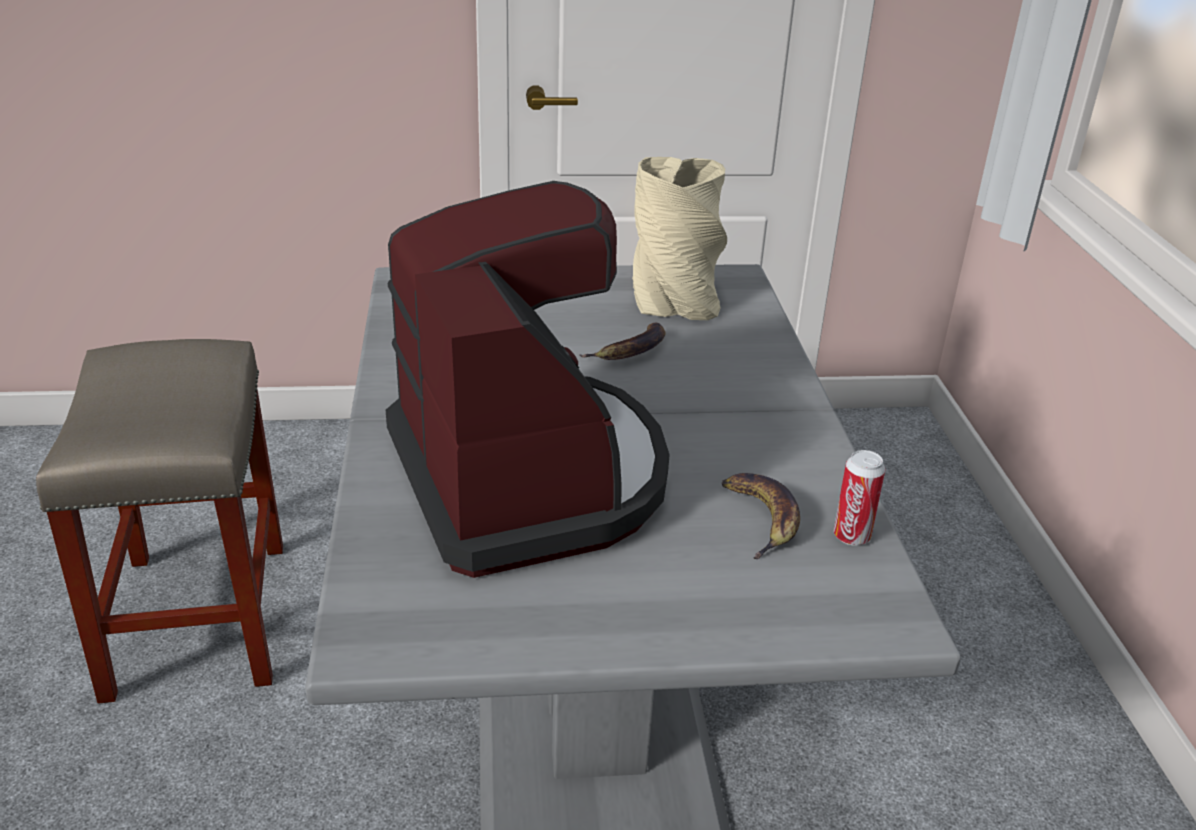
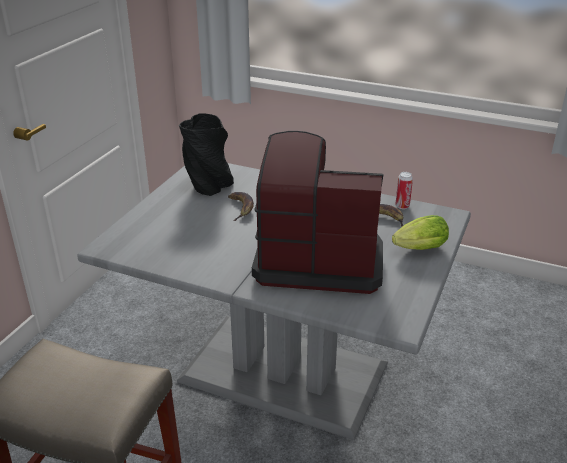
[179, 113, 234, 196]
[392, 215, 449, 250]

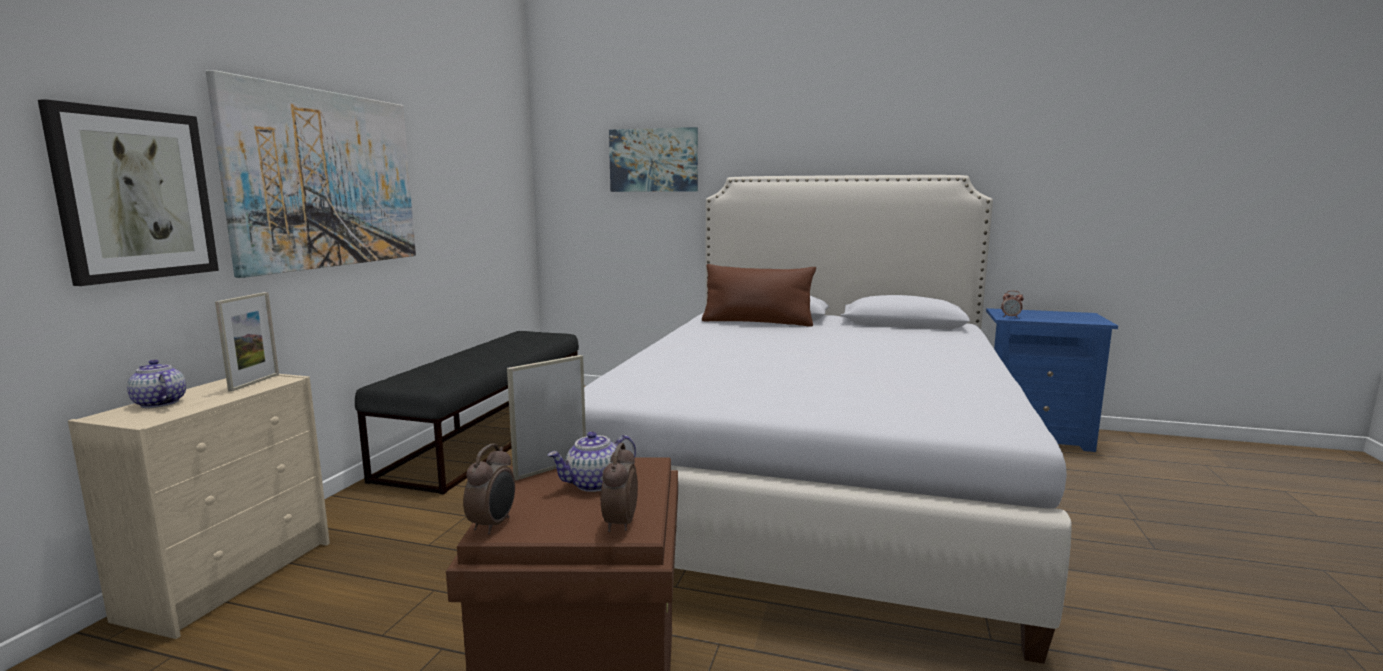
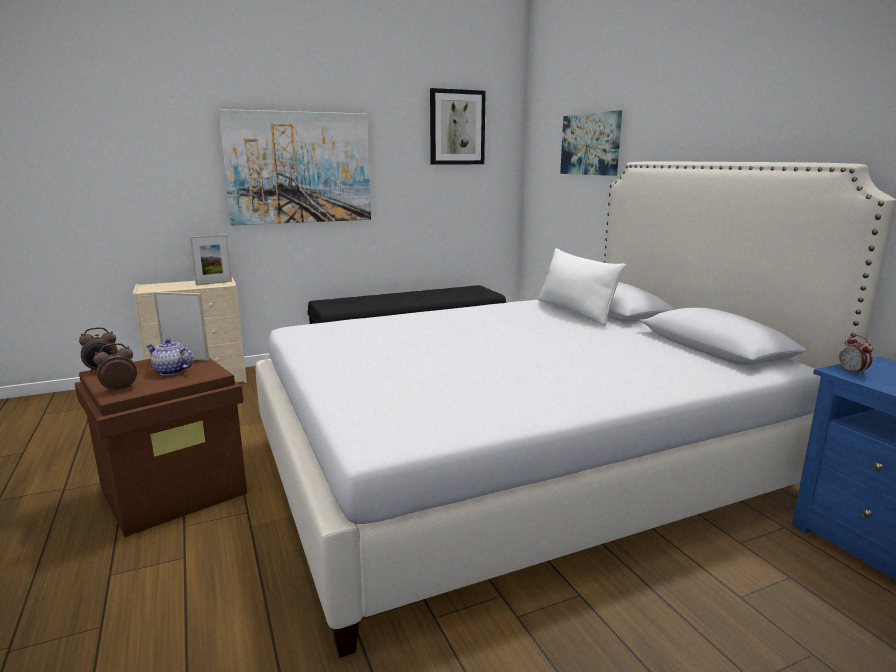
[430, 88, 486, 165]
[538, 248, 626, 326]
[127, 359, 186, 408] (first image)

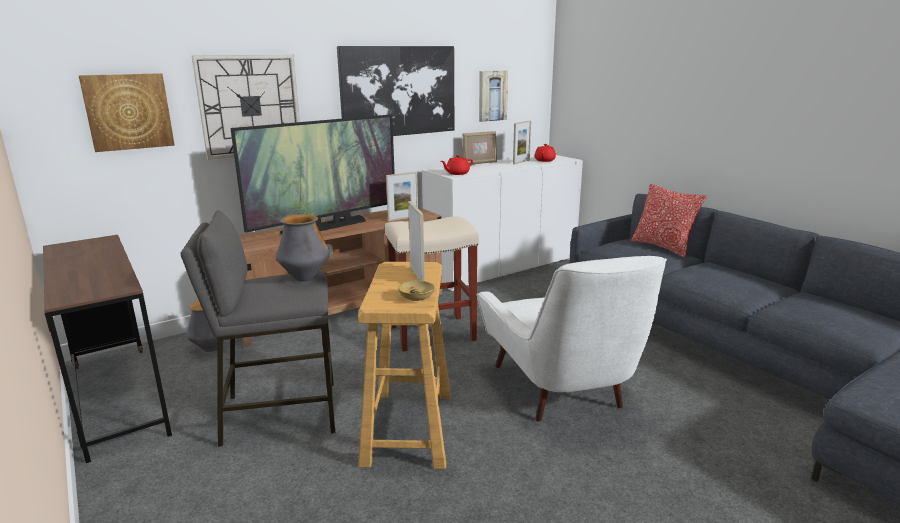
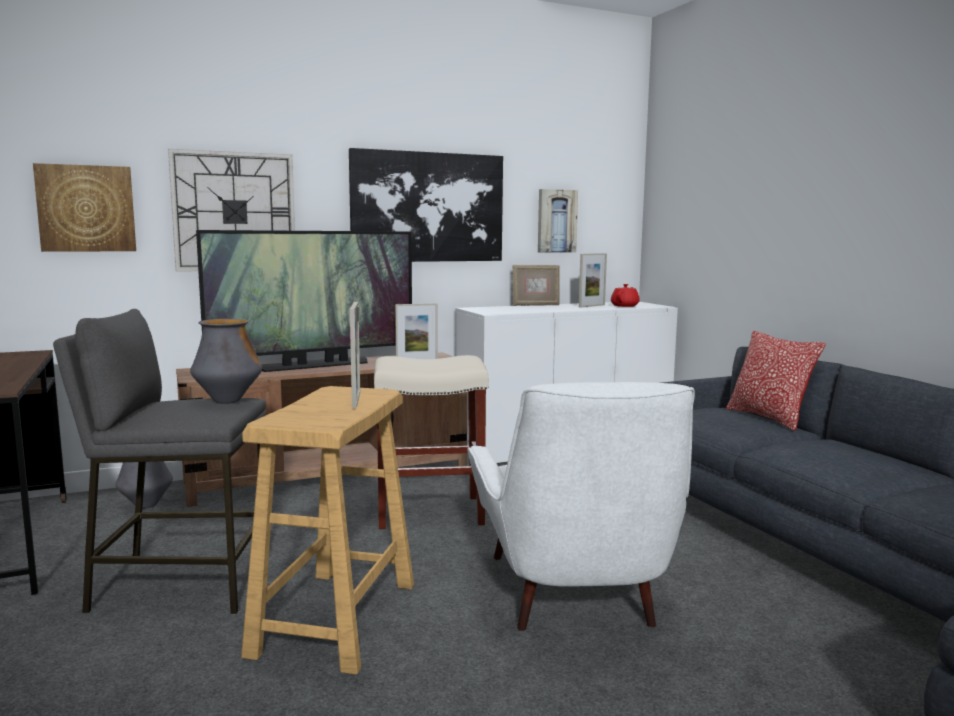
[441, 155, 473, 175] (first image)
[398, 280, 435, 301] (first image)

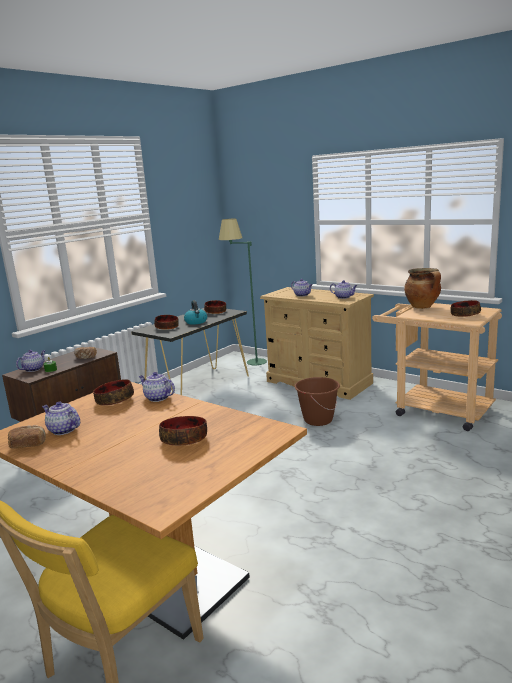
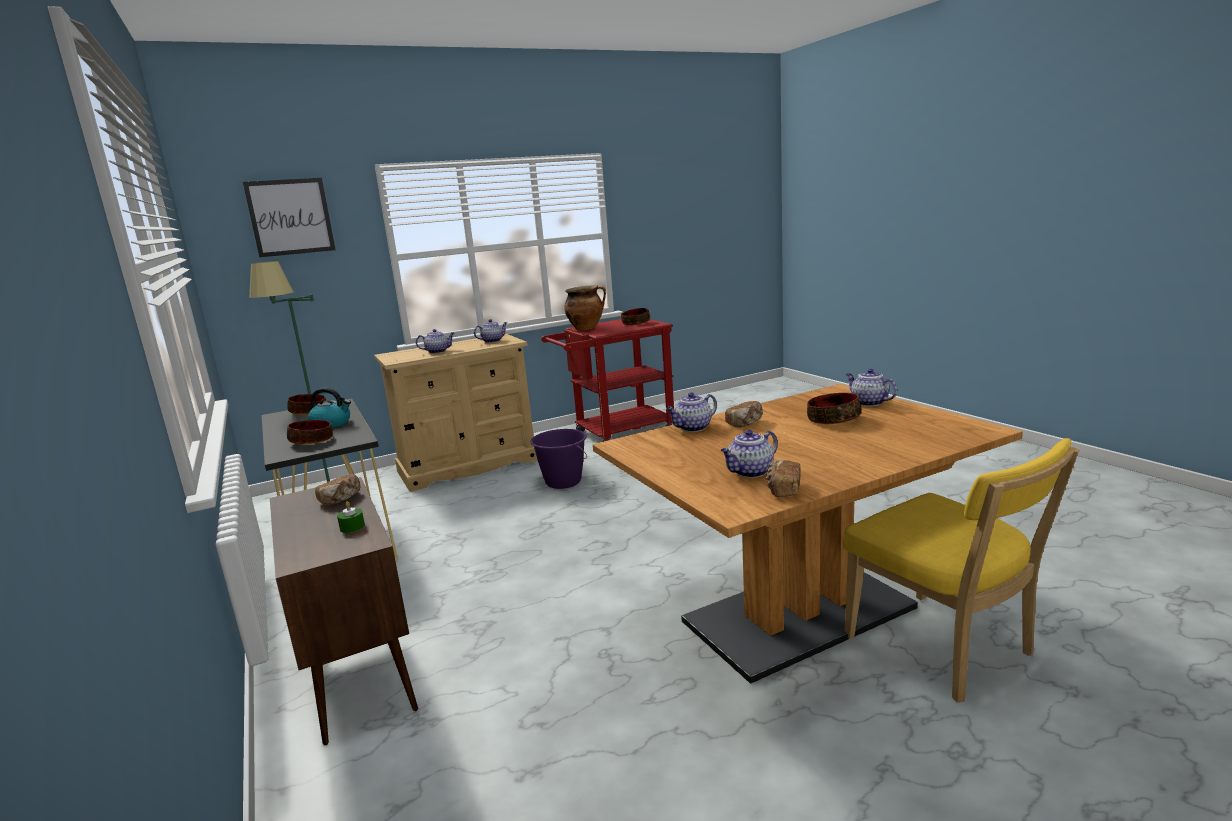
[541, 319, 674, 442]
[846, 369, 897, 406]
[530, 429, 587, 489]
[93, 379, 134, 406] (first image)
[243, 178, 335, 257]
[725, 401, 763, 427]

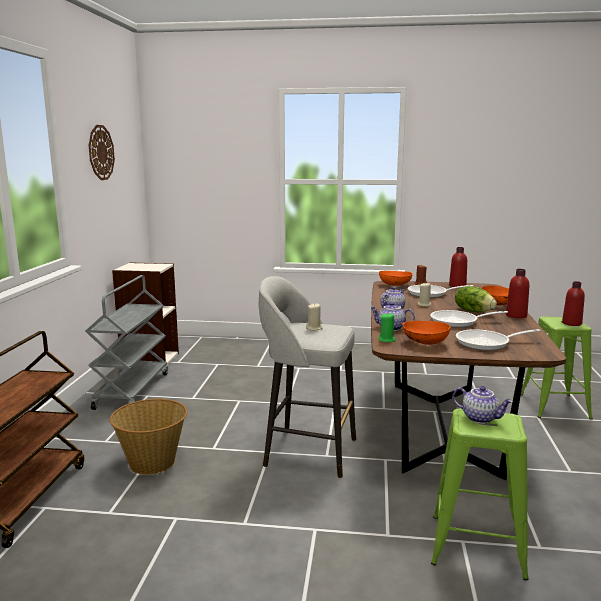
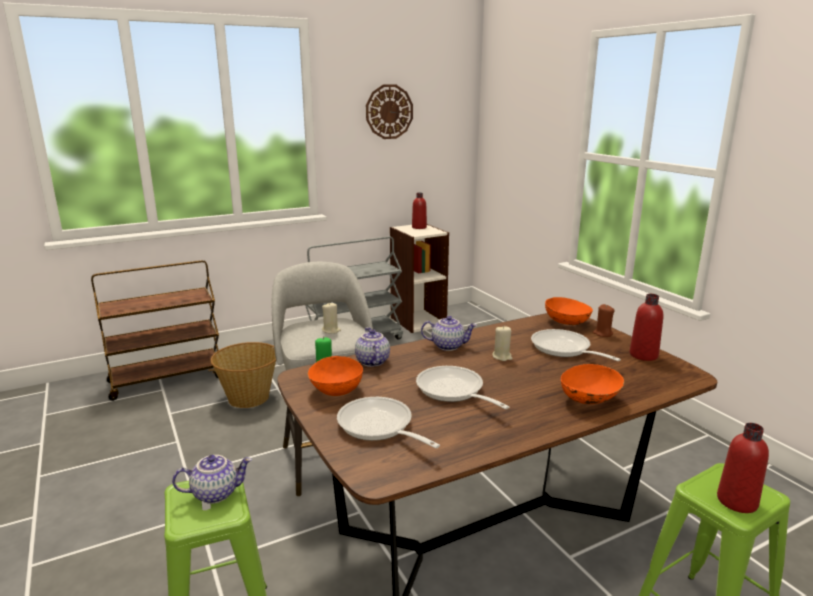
[412, 193, 427, 229]
[455, 286, 497, 312] (first image)
[172, 455, 252, 504]

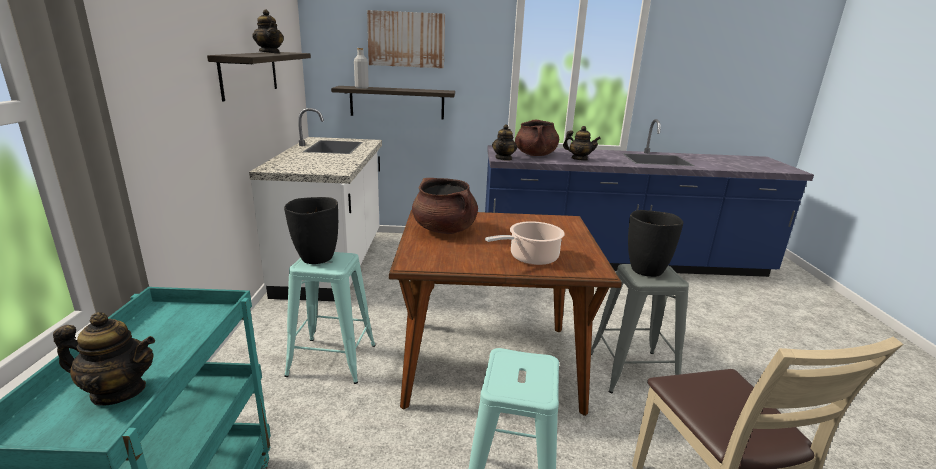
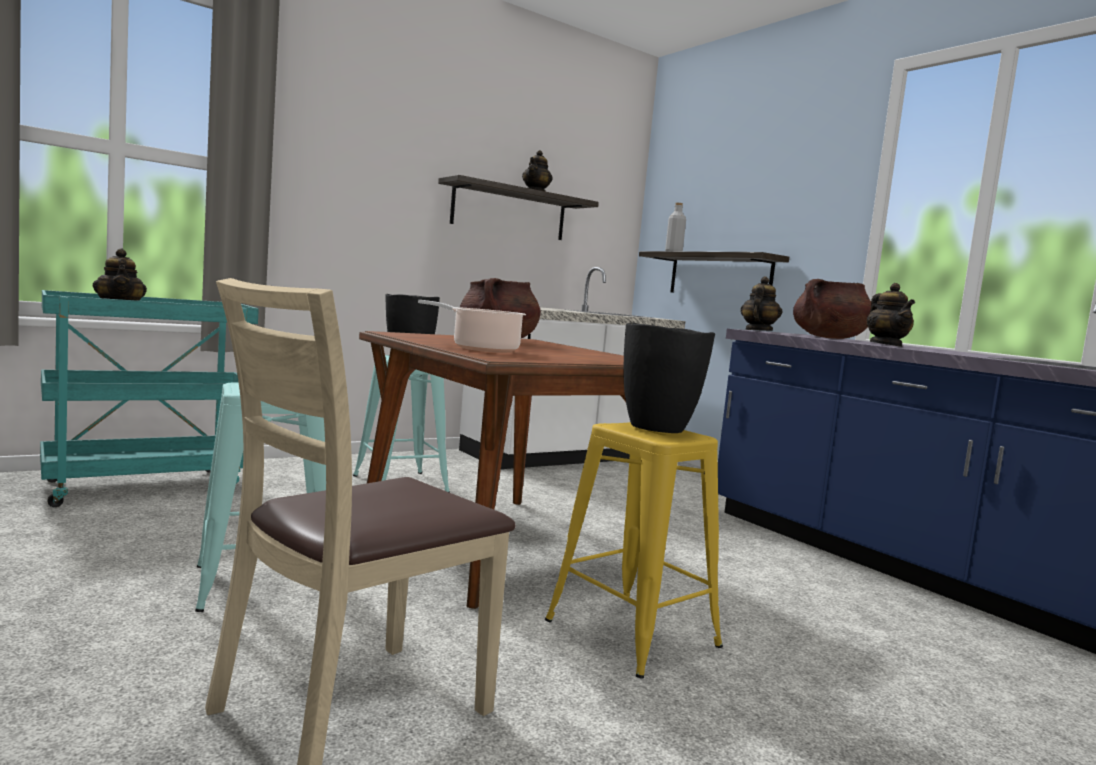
[367, 10, 445, 68] (first image)
[741, 276, 782, 331]
[545, 422, 723, 679]

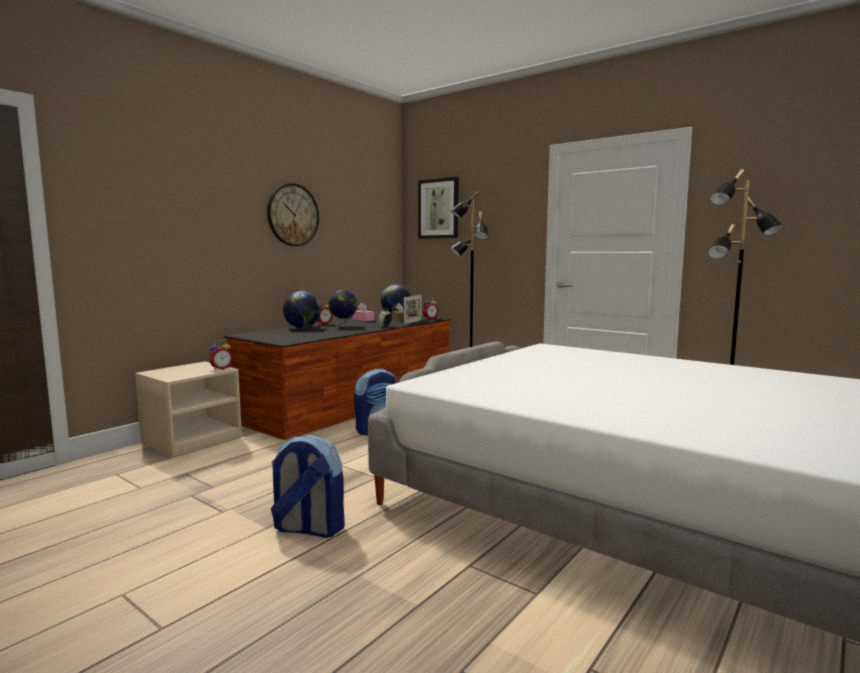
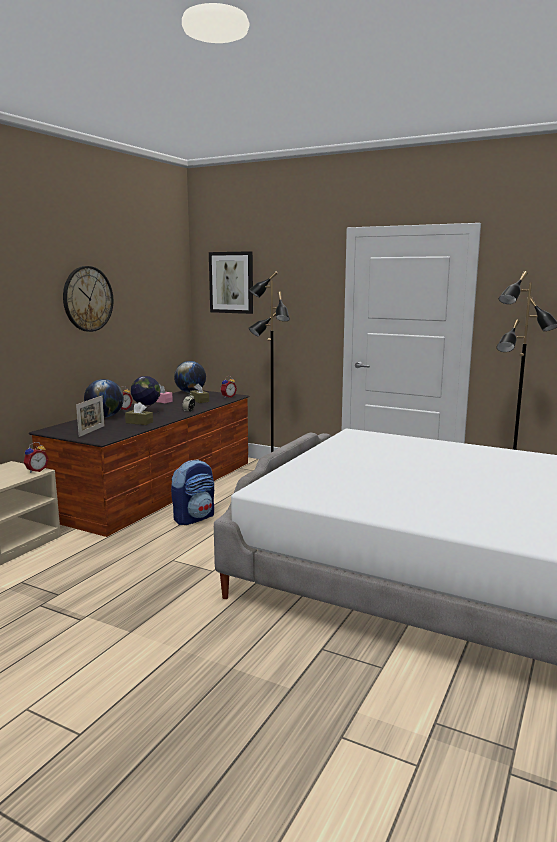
[76, 396, 105, 437]
[271, 435, 345, 538] (first image)
[125, 402, 153, 425]

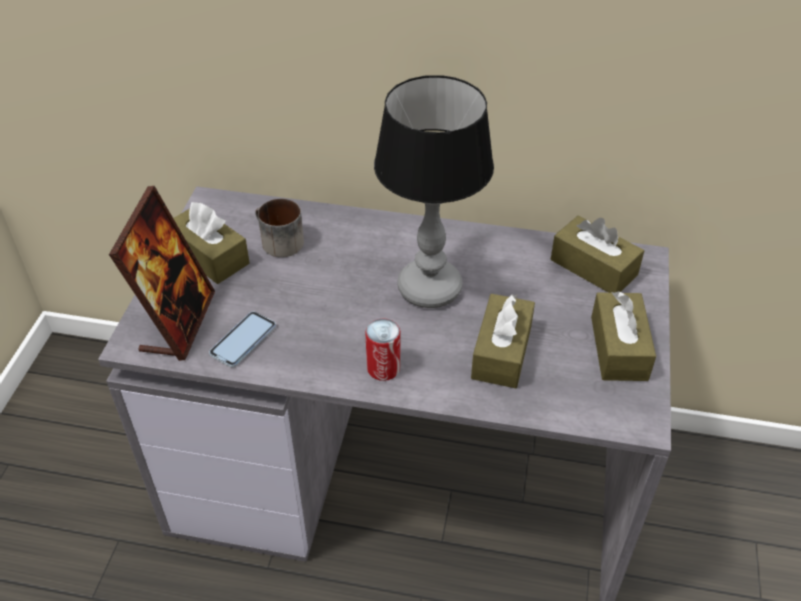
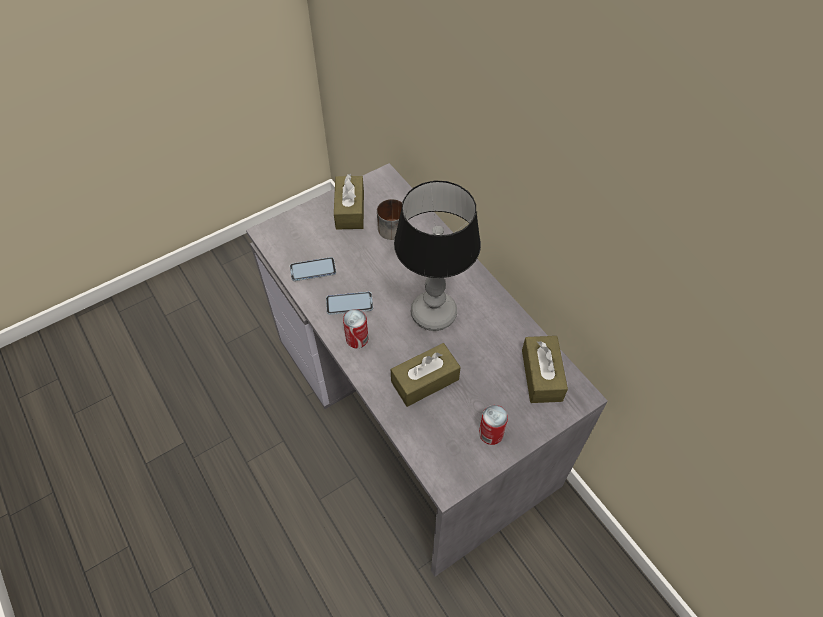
[109, 186, 215, 361] (first image)
[479, 405, 508, 445]
[326, 292, 373, 315]

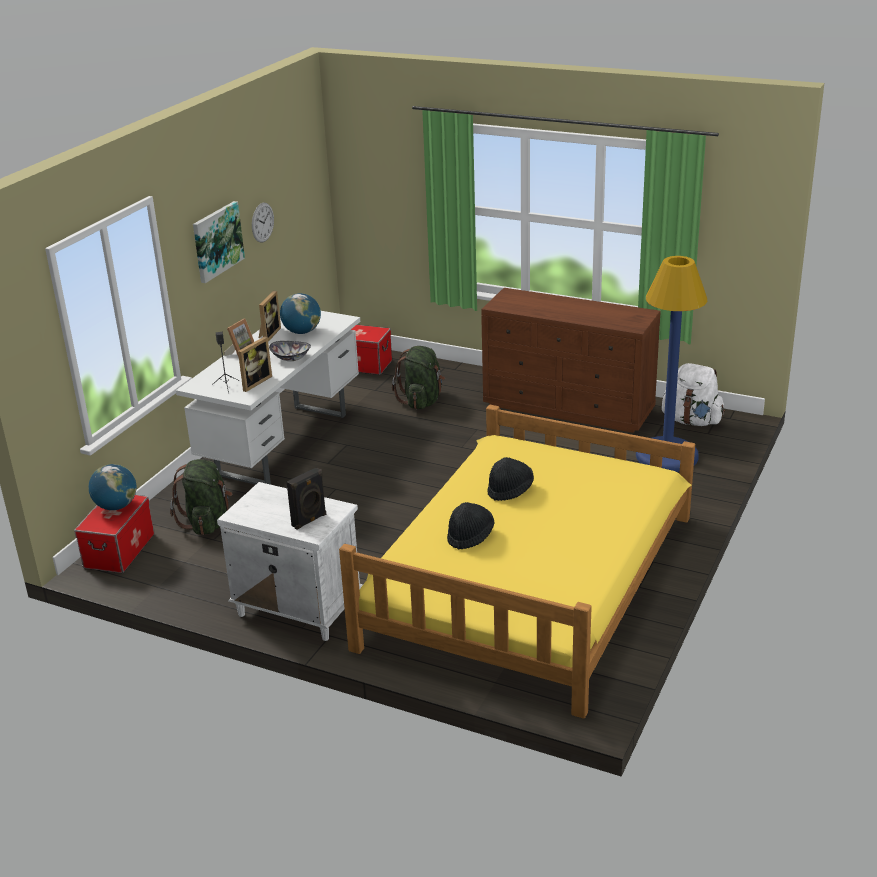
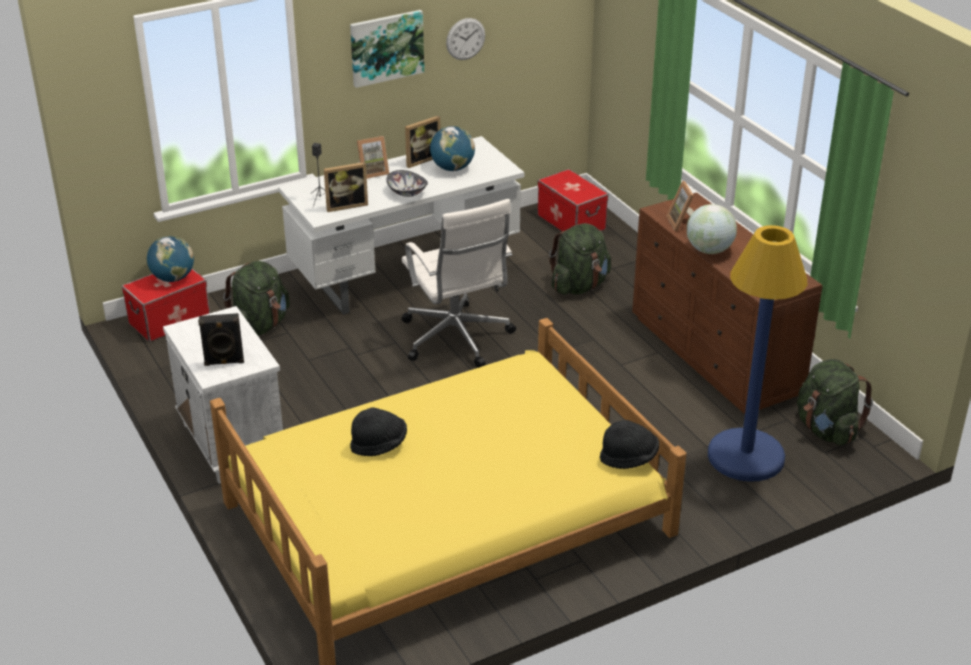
[797, 359, 873, 446]
[600, 420, 659, 469]
[666, 181, 694, 231]
[401, 199, 516, 368]
[687, 204, 737, 254]

